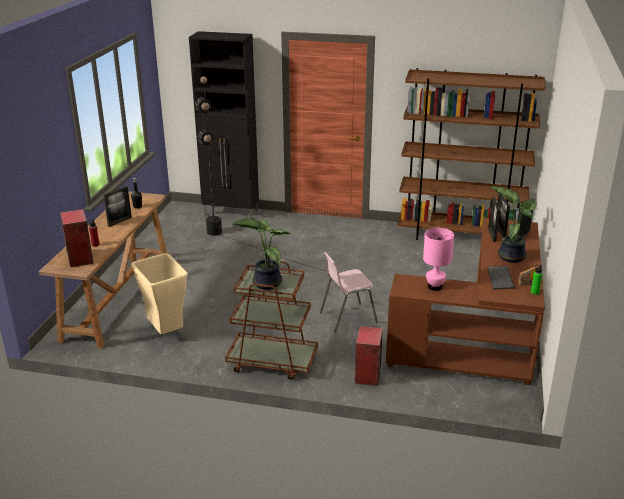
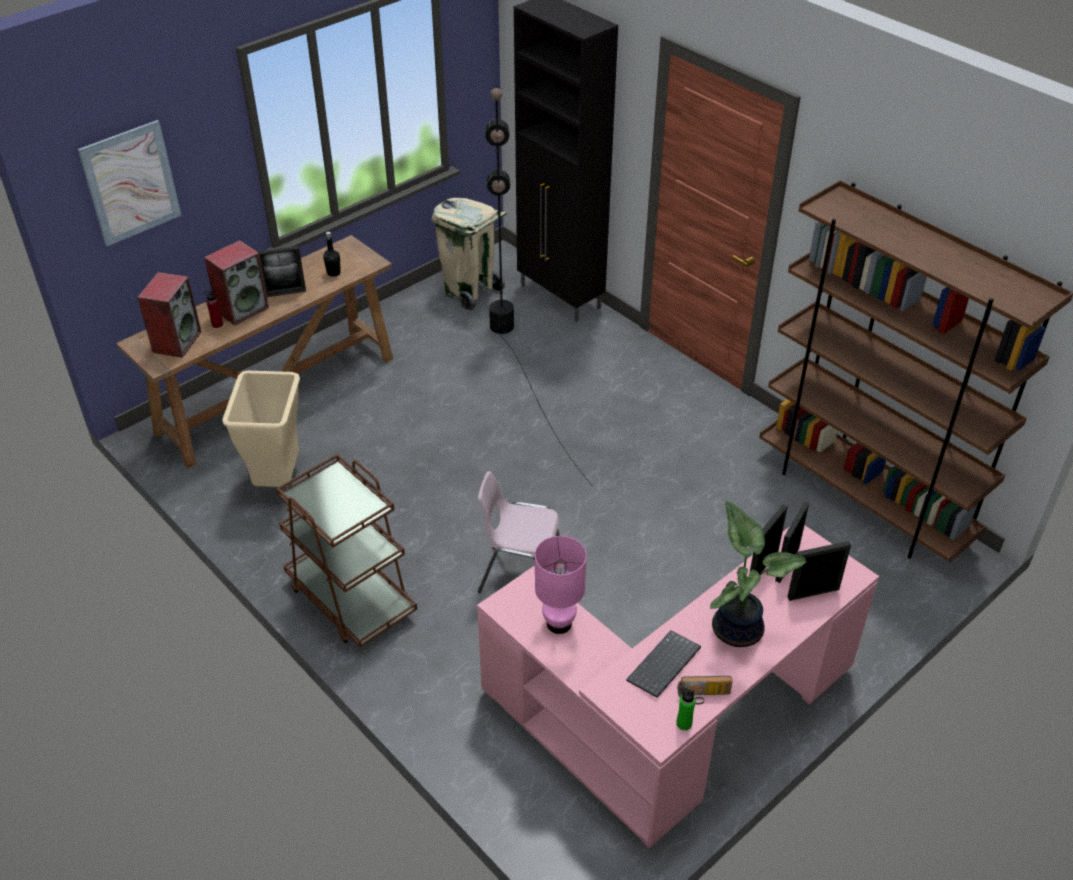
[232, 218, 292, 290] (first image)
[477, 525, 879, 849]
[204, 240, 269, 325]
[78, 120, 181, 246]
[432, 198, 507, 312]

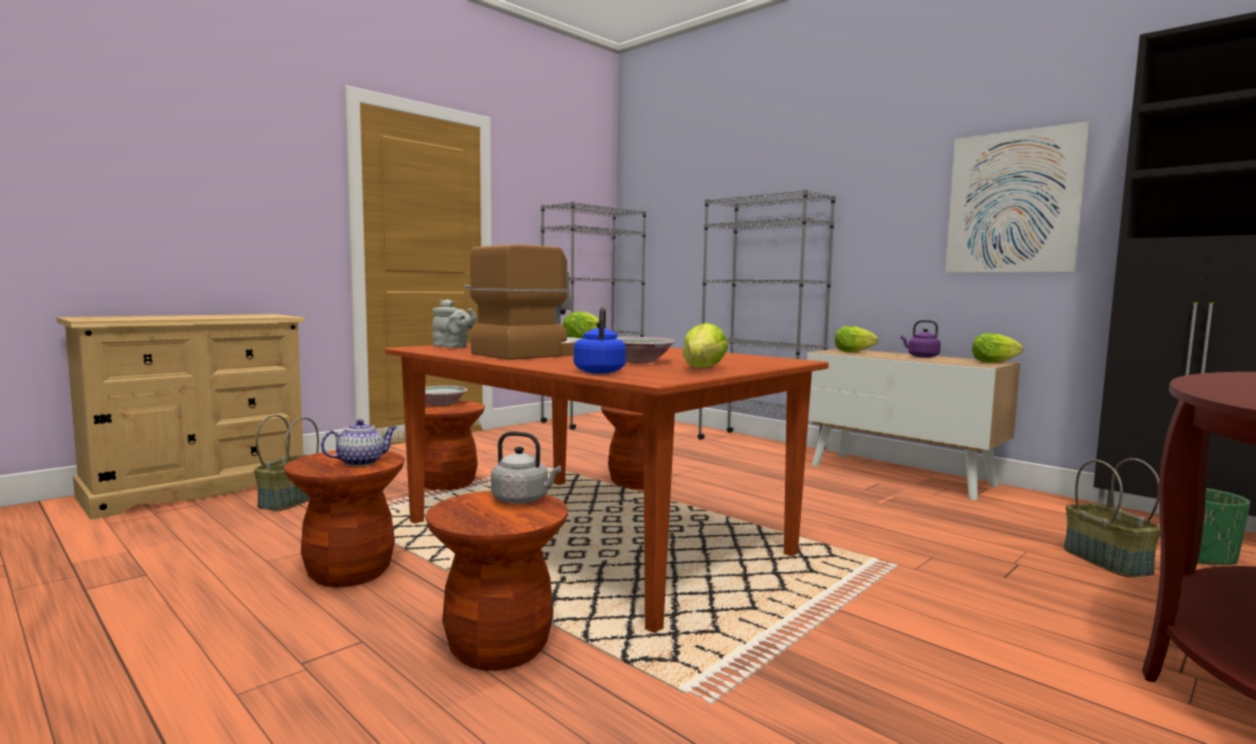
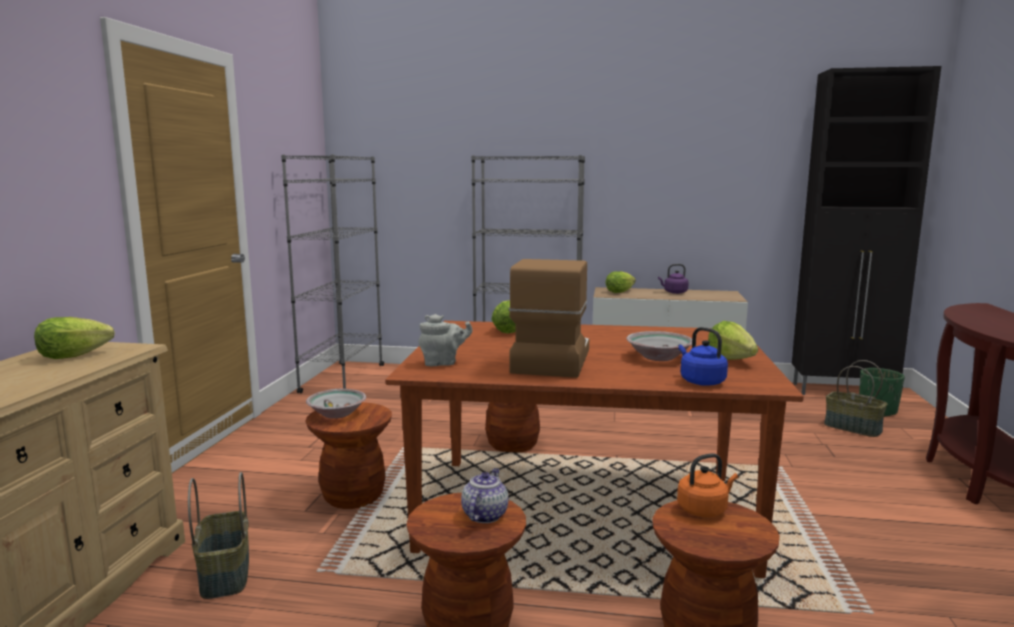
[945, 121, 1090, 273] (first image)
[34, 317, 115, 359]
[677, 453, 738, 517]

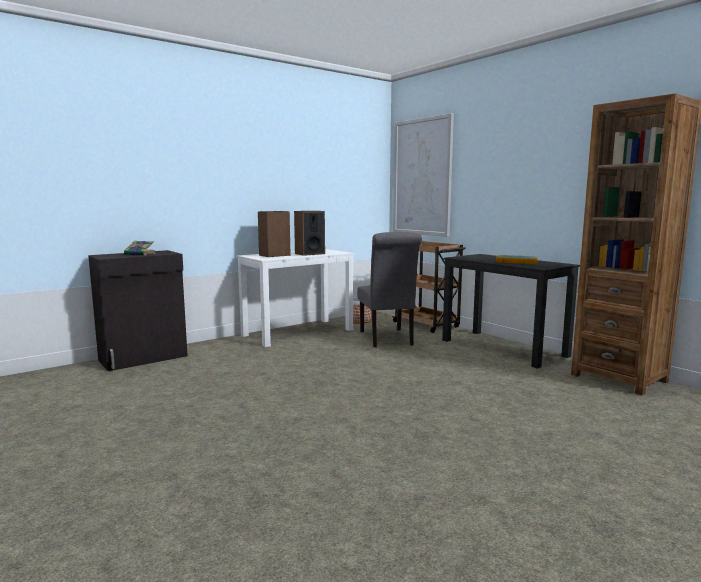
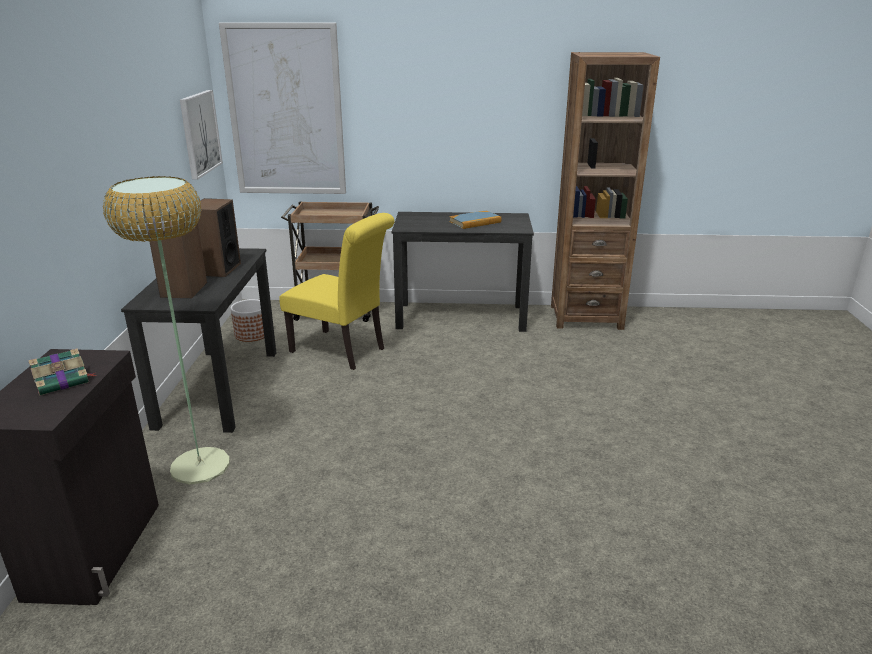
[279, 213, 394, 370]
[121, 248, 276, 433]
[180, 90, 223, 180]
[103, 176, 230, 485]

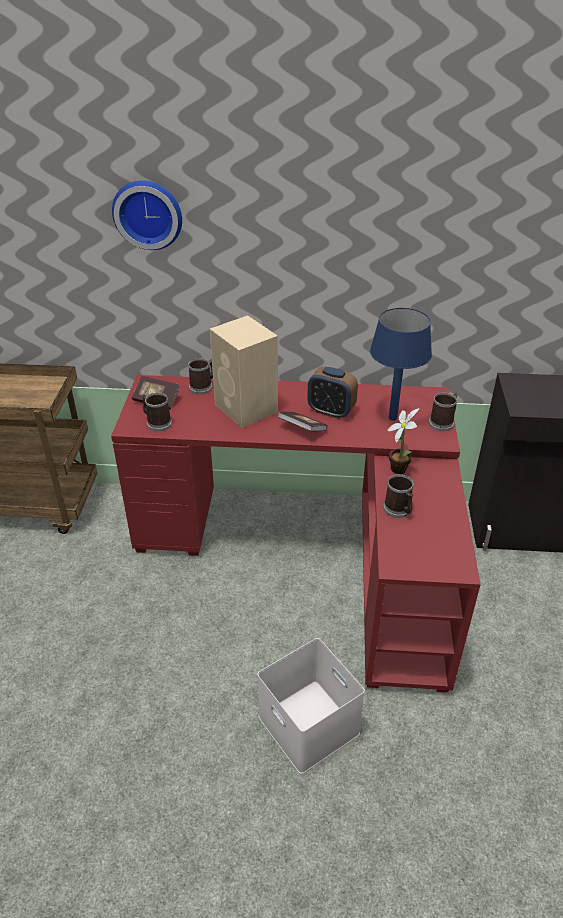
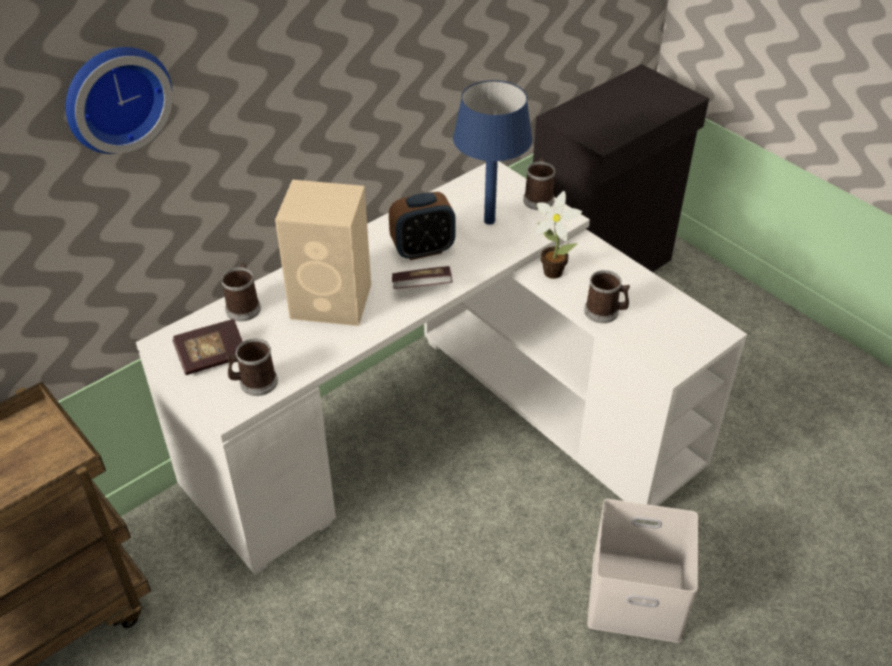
[136, 161, 747, 575]

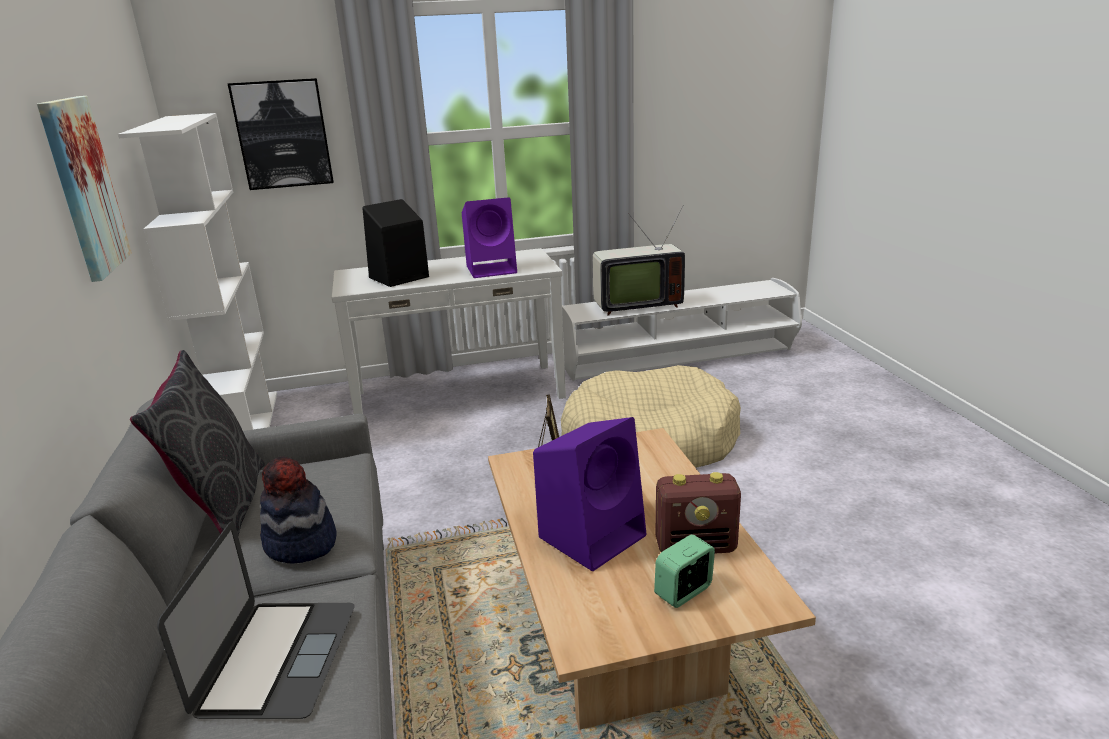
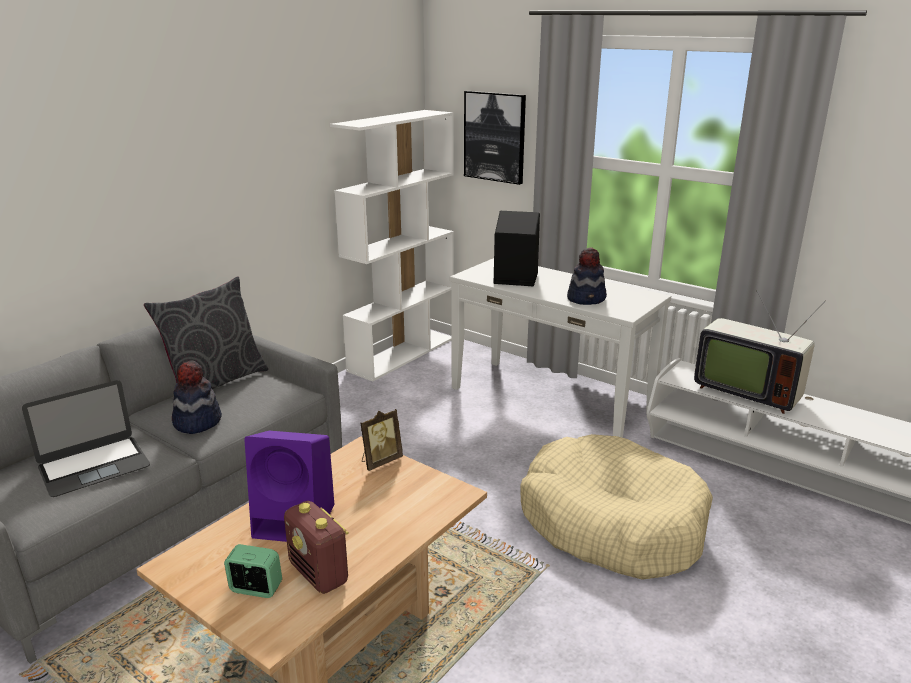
[37, 96, 132, 282] (first image)
[567, 247, 607, 305]

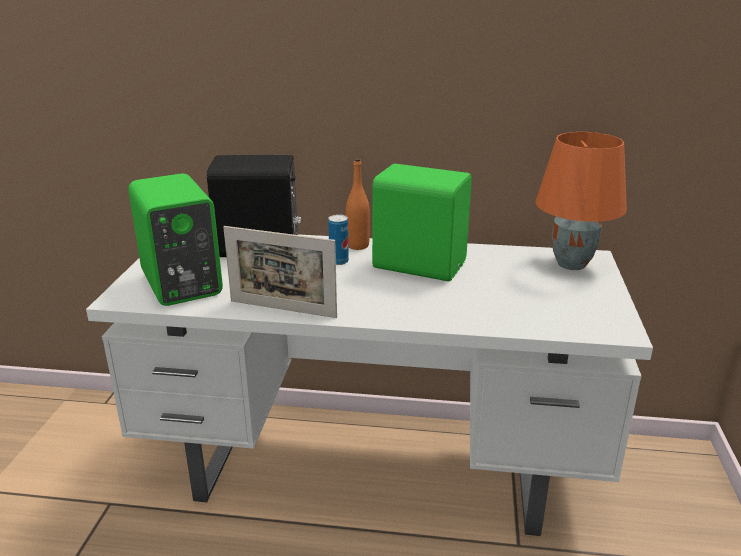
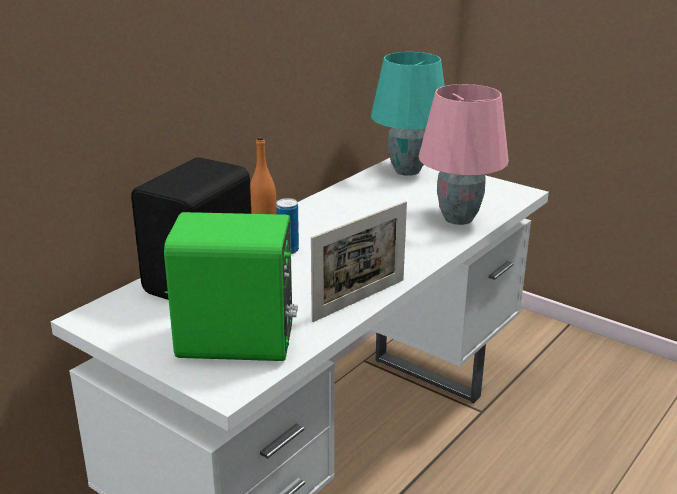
[371, 52, 445, 176]
[372, 164, 472, 282] (first image)
[418, 84, 509, 225]

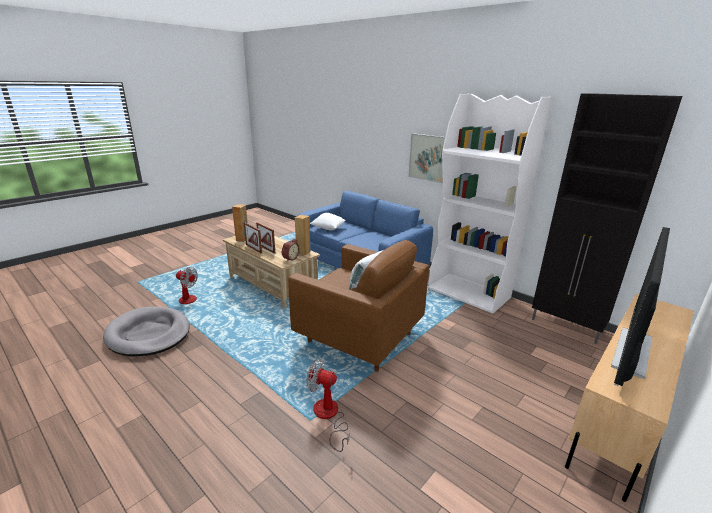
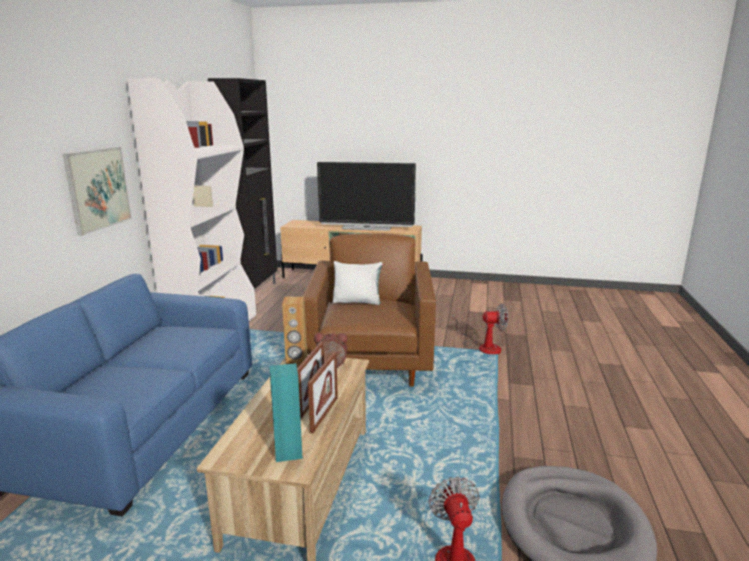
[269, 363, 303, 462]
[310, 213, 346, 230] (first image)
[452, 303, 508, 354]

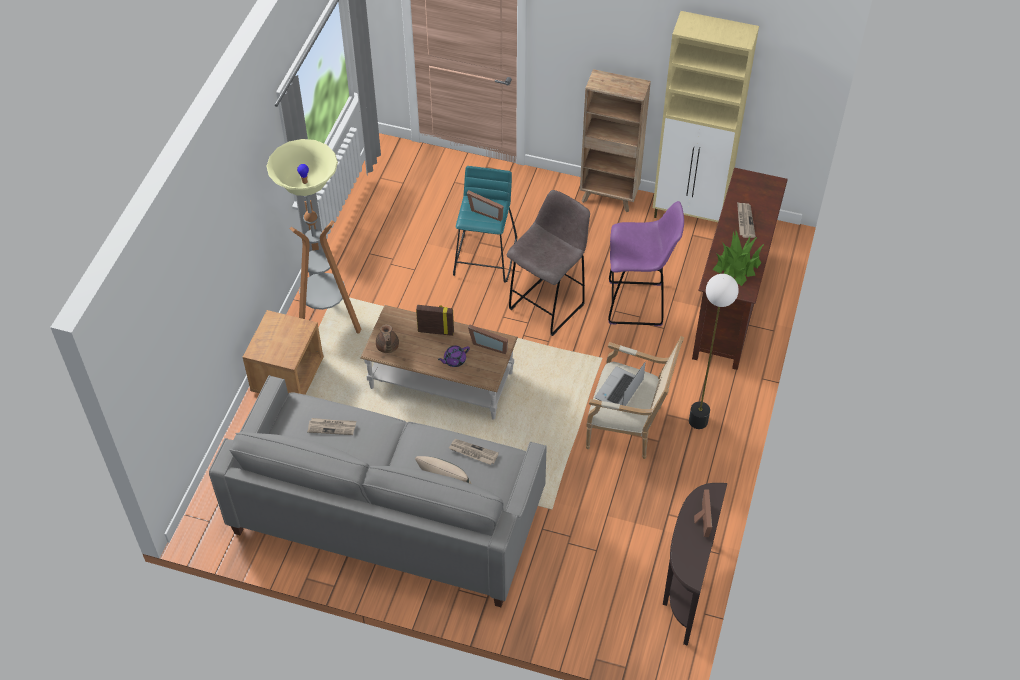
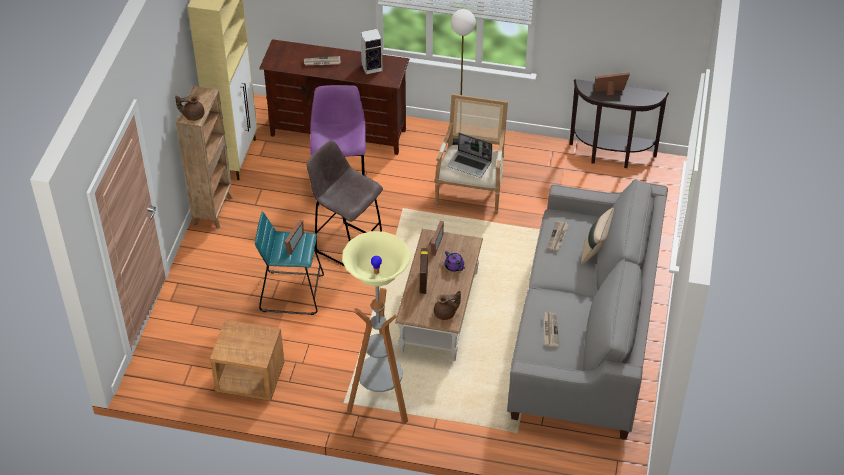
[360, 29, 383, 74]
[210, 319, 285, 401]
[175, 95, 205, 121]

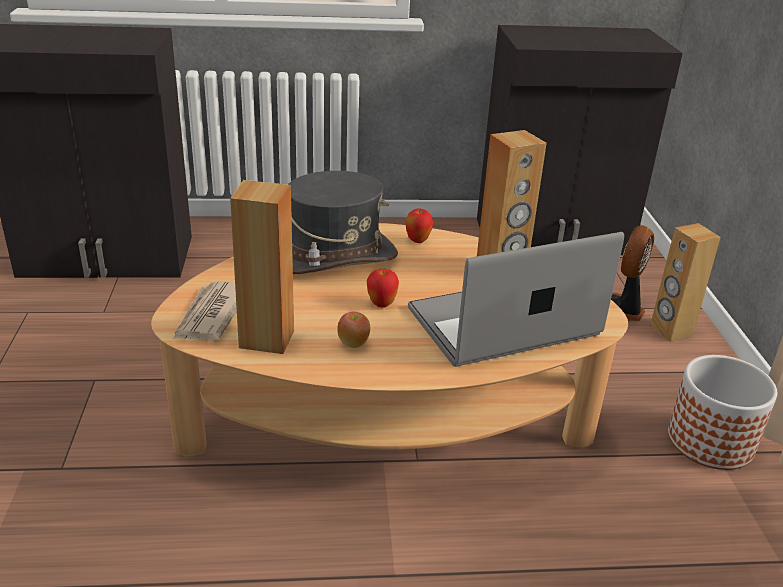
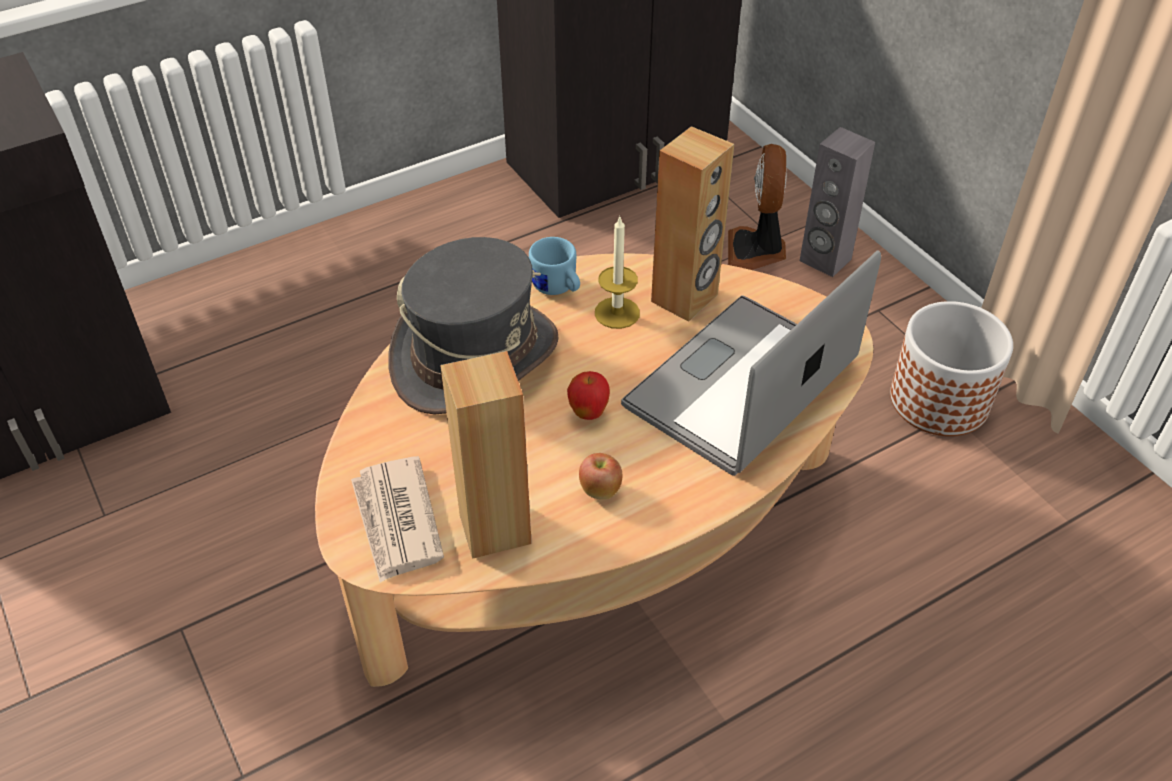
[529, 237, 580, 295]
[800, 127, 875, 277]
[595, 217, 640, 329]

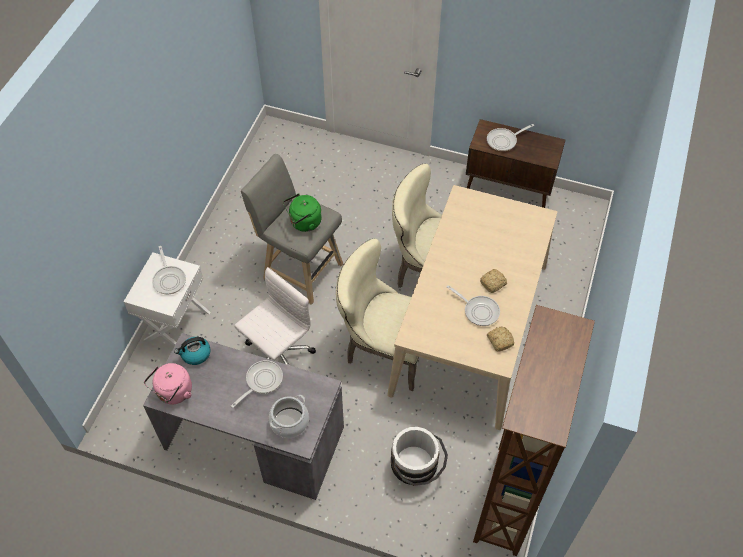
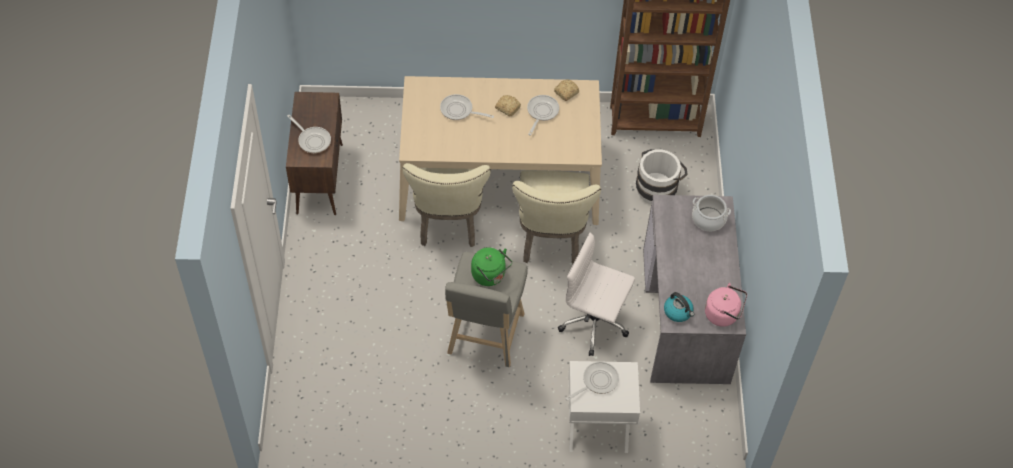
[440, 94, 494, 120]

